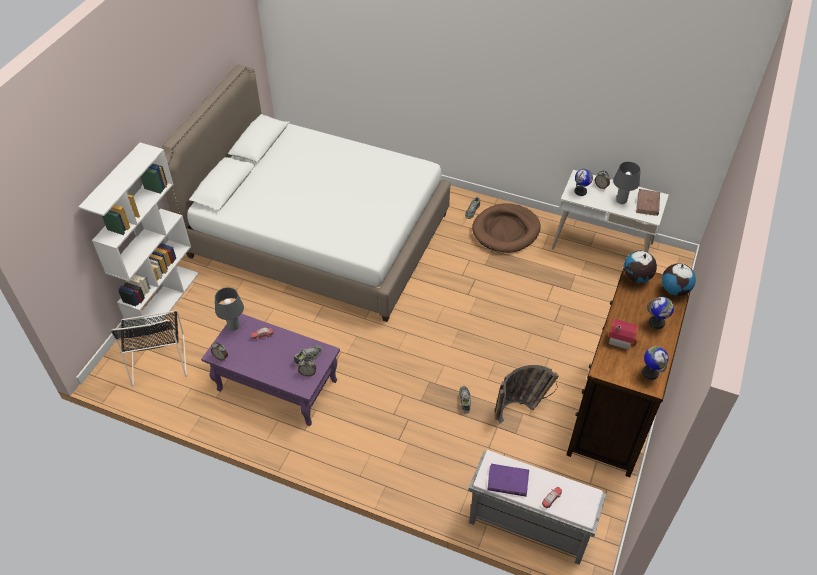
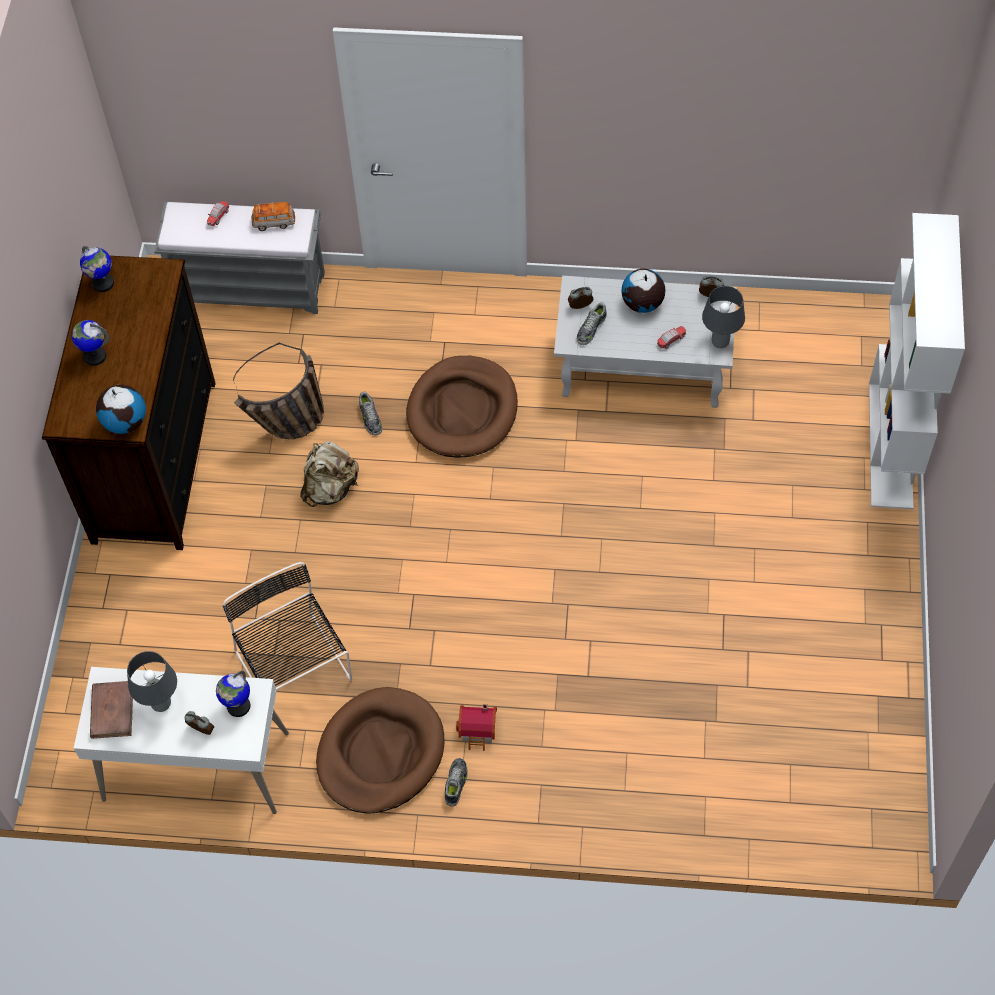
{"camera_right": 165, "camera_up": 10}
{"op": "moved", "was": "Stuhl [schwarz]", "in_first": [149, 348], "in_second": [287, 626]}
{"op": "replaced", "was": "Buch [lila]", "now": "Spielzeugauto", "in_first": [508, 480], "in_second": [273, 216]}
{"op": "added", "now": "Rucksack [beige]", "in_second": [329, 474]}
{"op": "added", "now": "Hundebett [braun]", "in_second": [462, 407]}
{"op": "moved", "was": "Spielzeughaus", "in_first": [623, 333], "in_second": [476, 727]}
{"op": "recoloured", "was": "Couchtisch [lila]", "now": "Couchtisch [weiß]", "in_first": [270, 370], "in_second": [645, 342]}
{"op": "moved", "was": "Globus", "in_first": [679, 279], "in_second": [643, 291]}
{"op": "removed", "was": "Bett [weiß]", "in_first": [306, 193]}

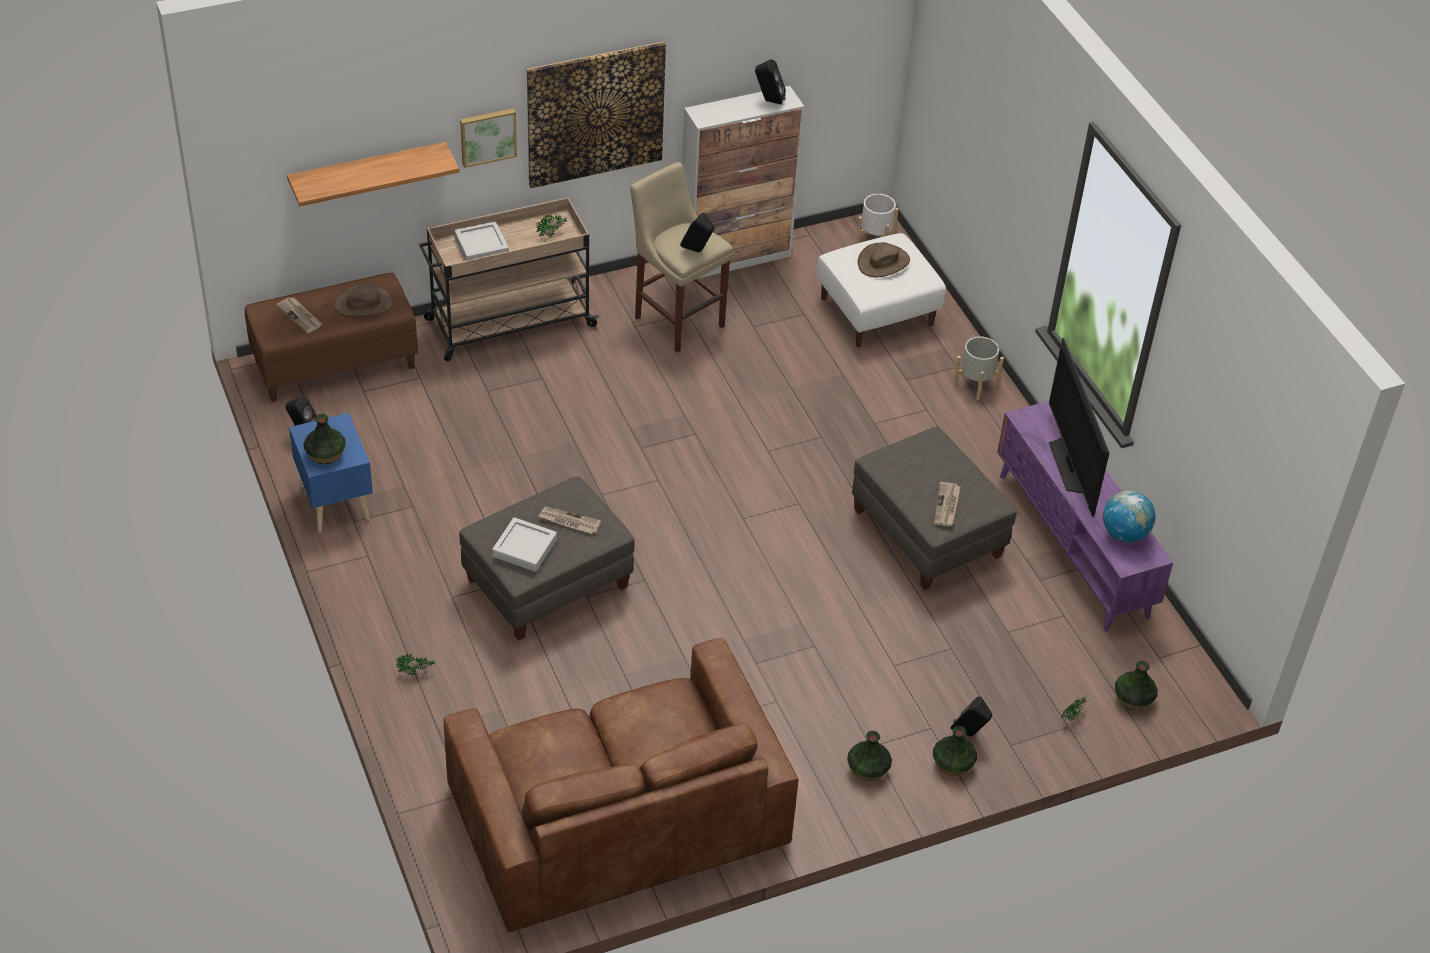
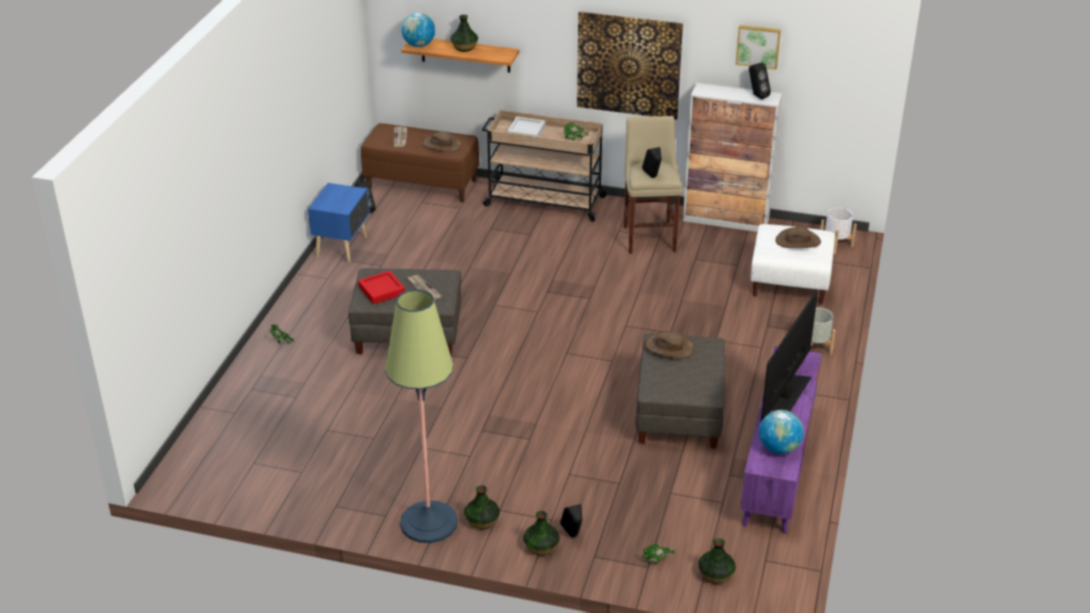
{"camera_right": 40, "camera_up": -10}
{"op": "recoloured", "was": "Tablett [grau]", "now": "Tablett [rot]", "in_first": [524, 544], "in_second": [381, 287]}
{"op": "added", "now": "Stehlampe", "in_second": [421, 416]}
{"op": "added", "now": "Globus", "in_second": [418, 30]}
{"op": "moved", "was": "Vase", "in_first": [324, 439], "in_second": [464, 33]}
{"op": "added", "now": "Hut [braun]", "in_second": [669, 344]}
{"op": "moved", "was": "Bild", "in_first": [488, 138], "in_second": [758, 47]}
{"op": "removed", "was": "Sofa [braun]", "in_first": [621, 785]}
{"op": "removed", "was": "Zeitung", "in_first": [947, 504]}

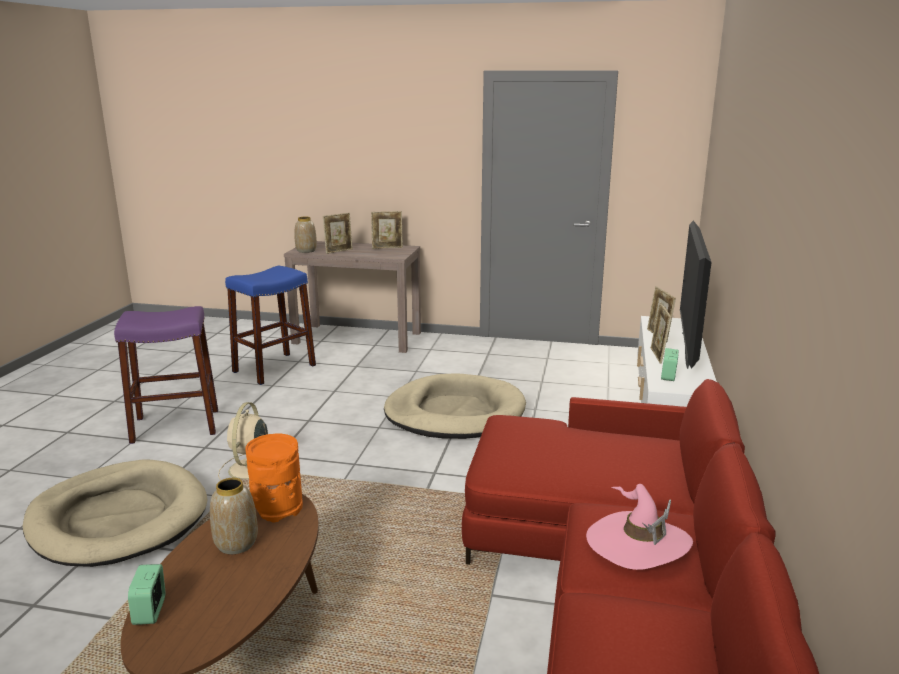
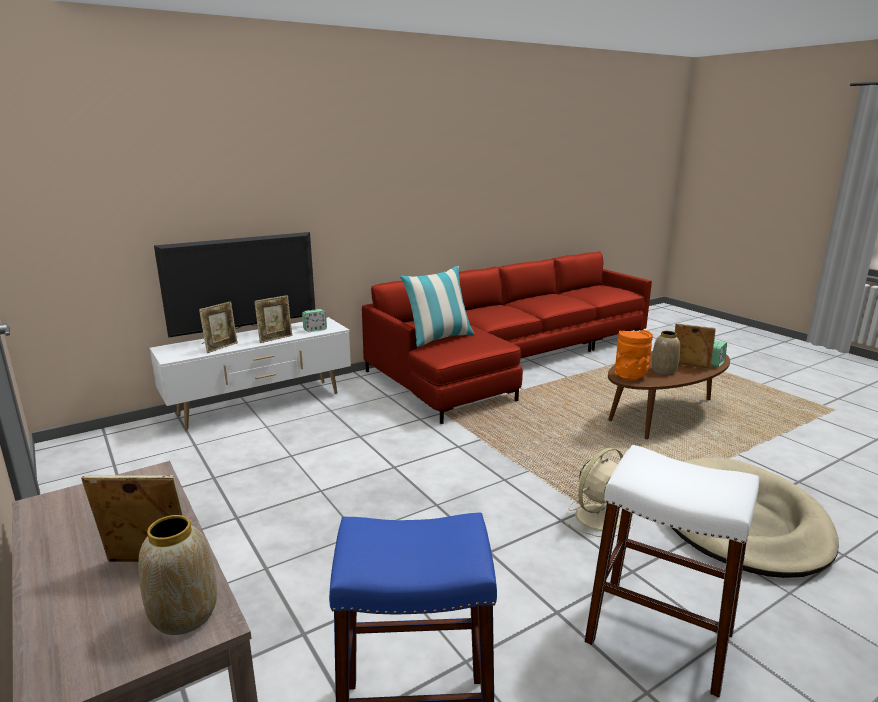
{"camera_right": -135, "camera_up": 0}
{"op": "added", "now": "Kissen", "in_second": [437, 306]}
{"op": "recoloured", "was": "Hocker [lila]", "now": "Hocker [weiß]", "in_first": [166, 375], "in_second": [671, 571]}
{"op": "moved", "was": "Bilderrahmen", "in_first": [387, 230], "in_second": [695, 346]}
{"op": "removed", "was": "Hundebett [beige]", "in_first": [455, 406]}
{"op": "removed", "was": "Hut [rosa]", "in_first": [639, 527]}

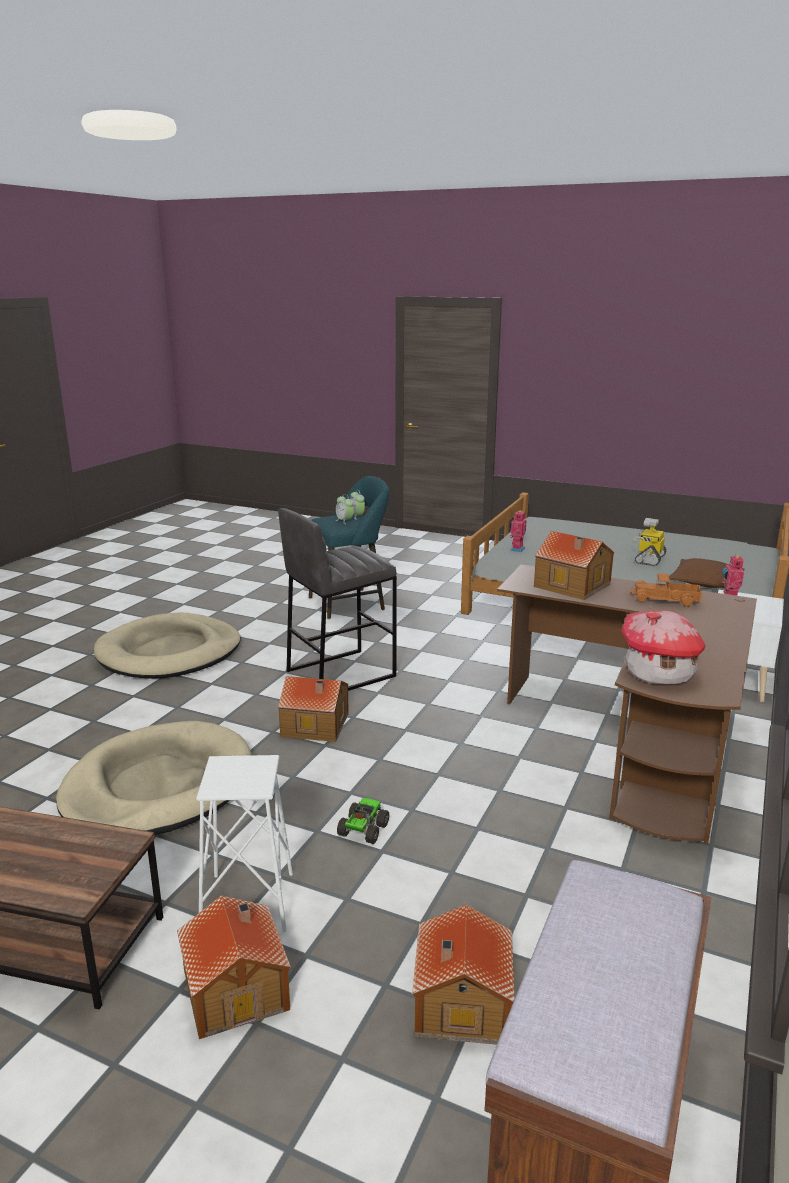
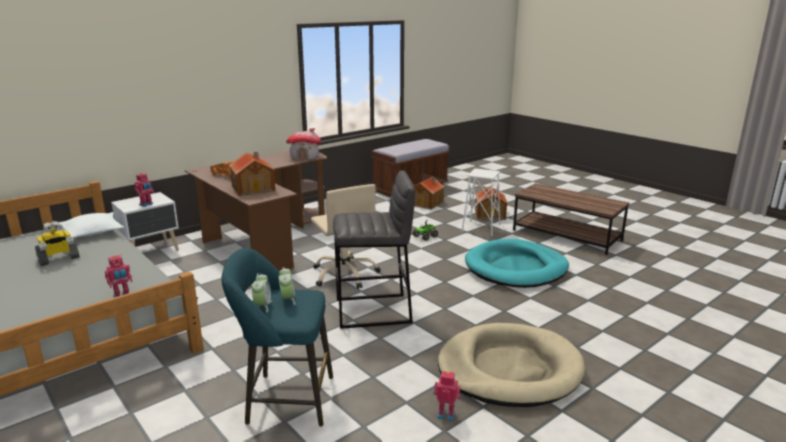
{"camera_right": -155, "camera_up": 0}
{"op": "recoloured", "was": "Kissen [braun]", "now": "Kissen [weiß]", "in_first": [707, 573], "in_second": [91, 225]}
{"op": "added", "now": "Bürostuhl [beige]", "in_second": [346, 236]}
{"op": "added", "now": "Spielzeugroboter", "in_second": [447, 396]}
{"op": "recoloured", "was": "Hundebett [beige]", "now": "Hundebett [türkis]", "in_first": [153, 778], "in_second": [517, 263]}
{"op": "removed", "was": "Spielzeughaus", "in_first": [313, 709]}

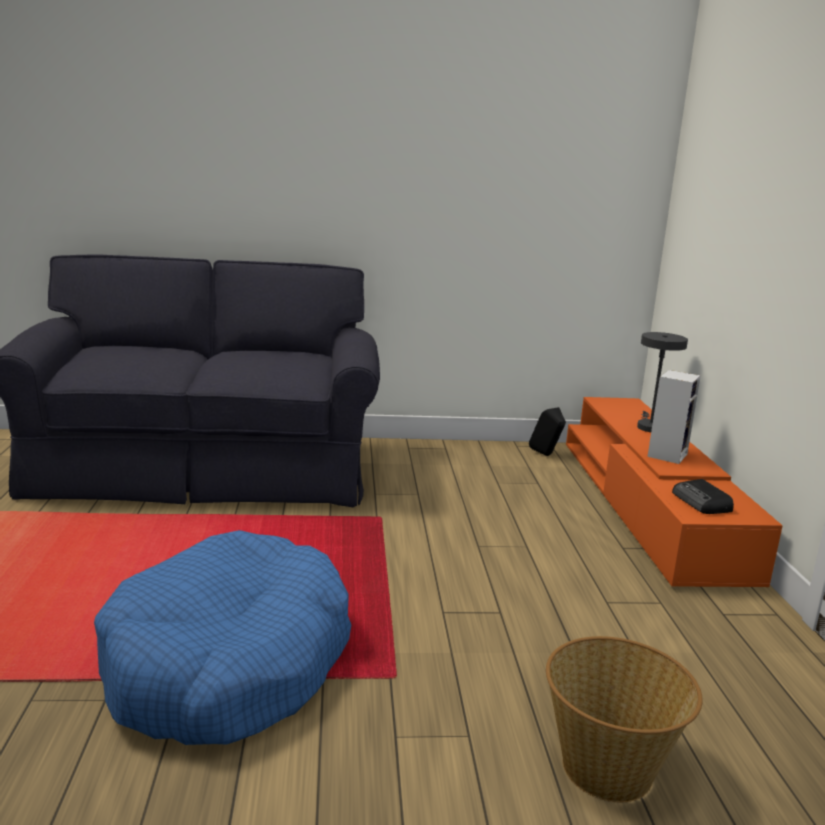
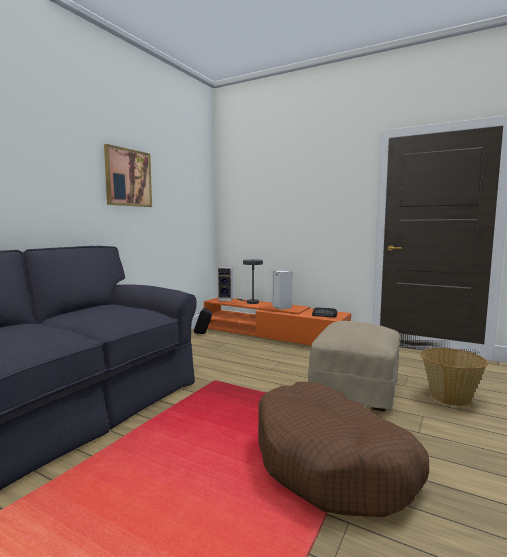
{"camera_right": -55, "camera_up": -10}
{"op": "added", "now": "Bild", "in_second": [128, 175]}
{"op": "added", "now": "Lautsprecher", "in_second": [226, 283]}
{"op": "recoloured", "was": "Hundebett [blau]", "now": "Hundebett [braun]", "in_first": [222, 637], "in_second": [343, 449]}
{"op": "added", "now": "Polsterhocker [beige]", "in_second": [354, 366]}

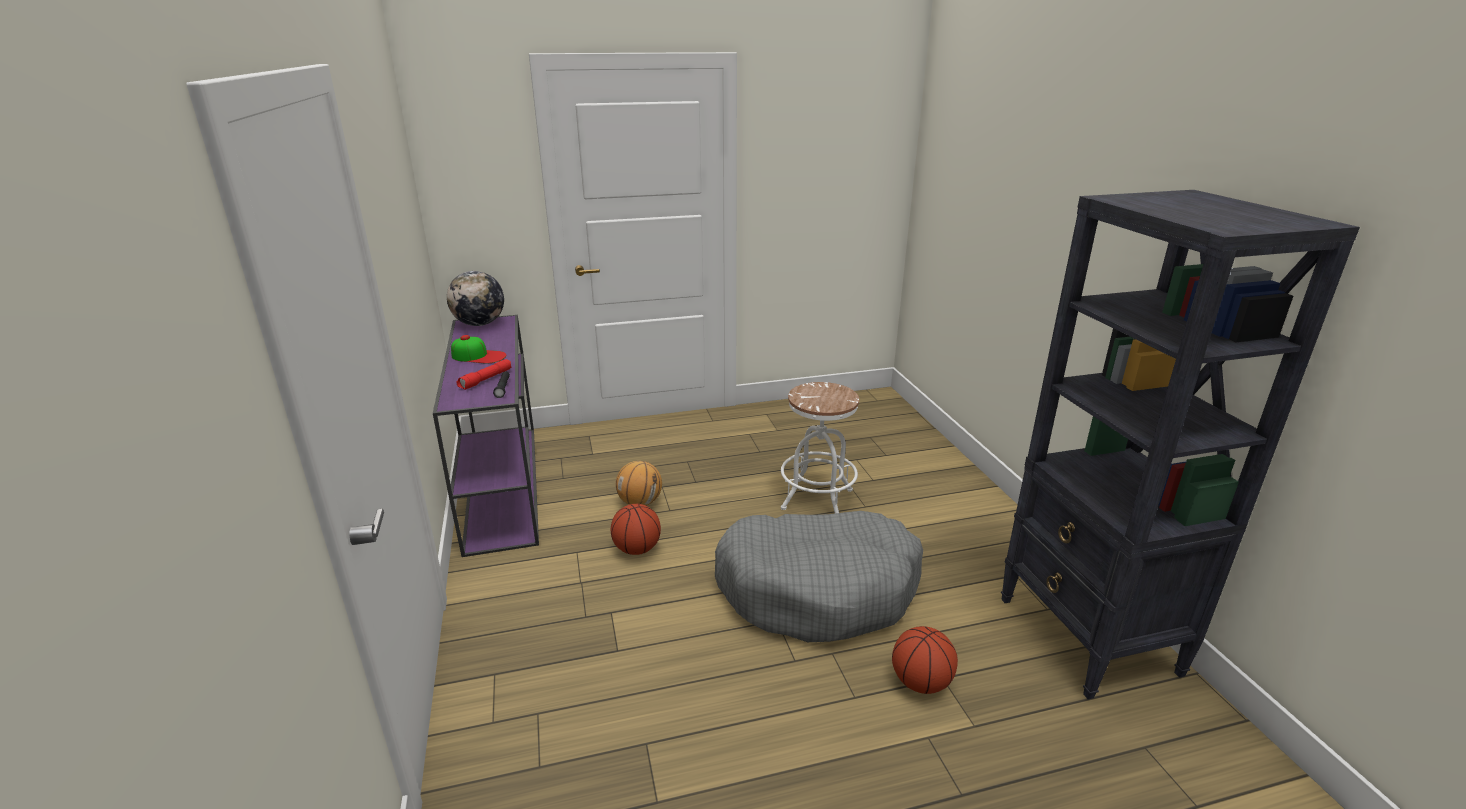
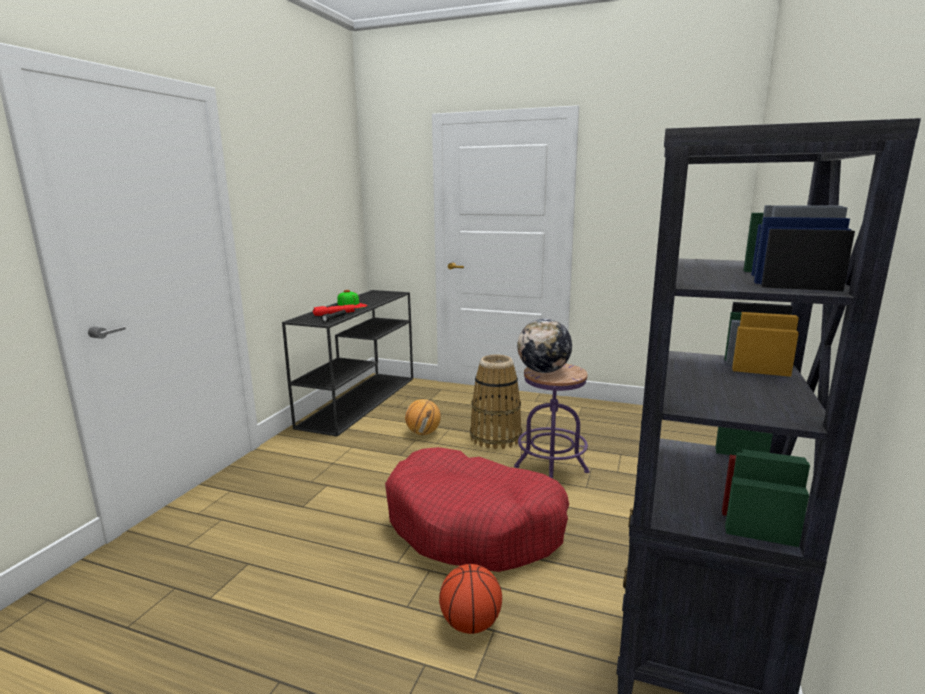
{"camera_right": 35, "camera_up": -10}
{"op": "recoloured", "was": "Konsolentisch [lila]", "now": "Konsolentisch [schwarz]", "in_first": [486, 436], "in_second": [347, 363]}
{"op": "recoloured", "was": "Hundebett [grau]", "now": "Hundebett [rot]", "in_first": [819, 576], "in_second": [477, 509]}
{"op": "added", "now": "Korb", "in_second": [496, 401]}
{"op": "recoloured", "was": "Hocker [weiß]", "now": "Hocker [lila]", "in_first": [820, 447], "in_second": [552, 421]}
{"op": "moved", "was": "Globus", "in_first": [475, 298], "in_second": [544, 345]}
{"op": "removed", "was": "Basketball", "in_first": [636, 529]}

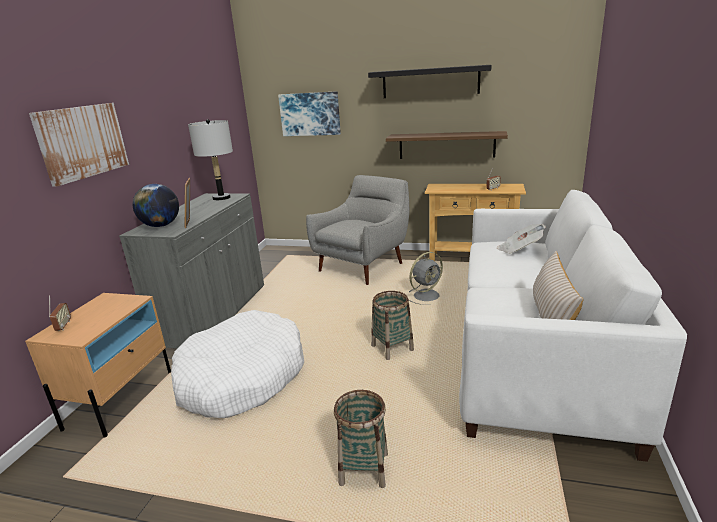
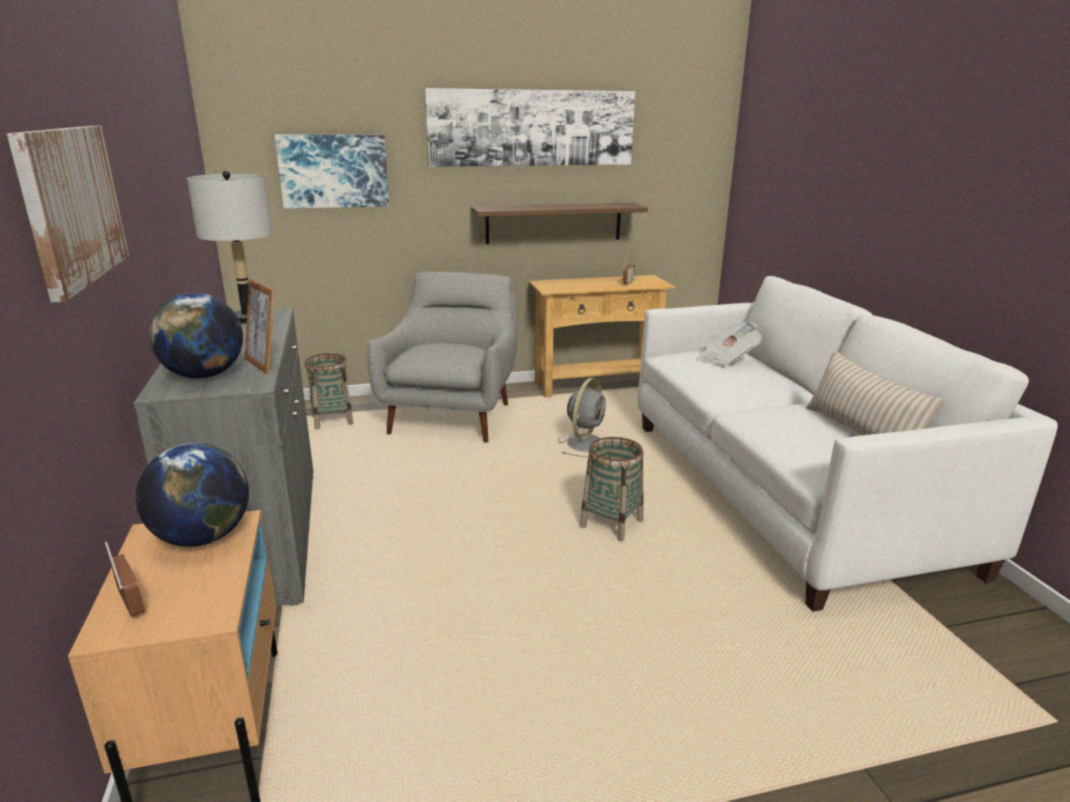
{"camera_right": -30, "camera_up": 0}
{"op": "added", "now": "Globus", "in_second": [192, 495]}
{"op": "moved", "was": "Korb", "in_first": [361, 439], "in_second": [329, 391]}
{"op": "replaced", "was": "Wandregal [schwarz]", "now": "Bild", "in_first": [430, 81], "in_second": [529, 127]}
{"op": "removed", "was": "Hundebett [weiß]", "in_first": [237, 364]}

